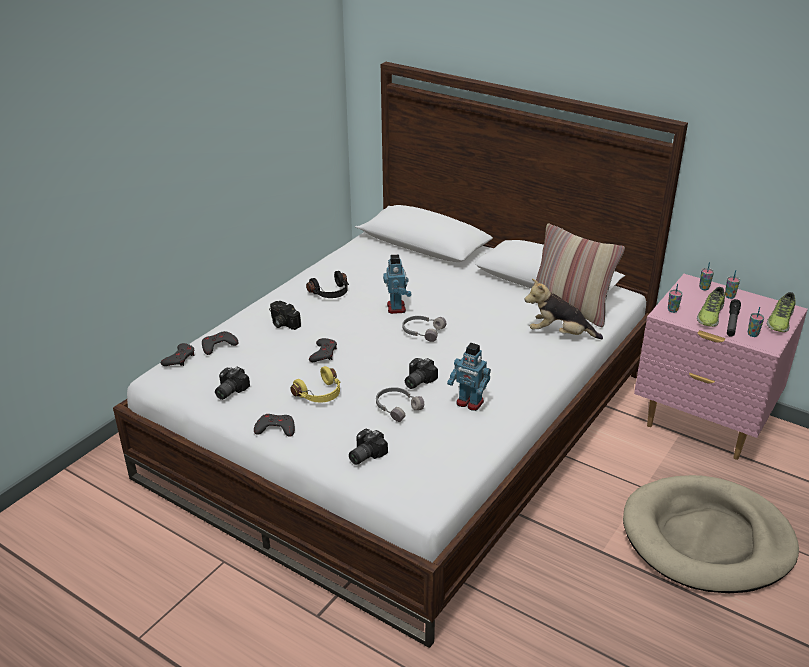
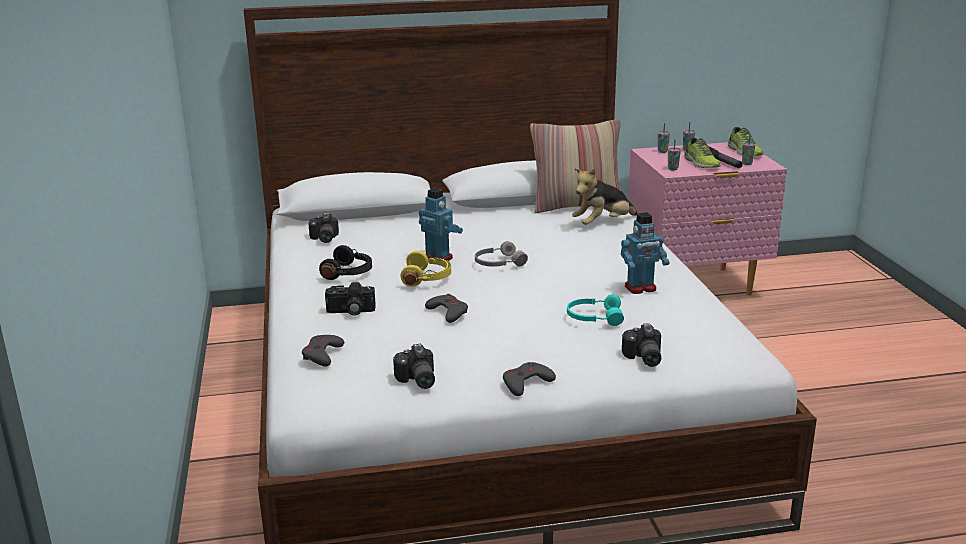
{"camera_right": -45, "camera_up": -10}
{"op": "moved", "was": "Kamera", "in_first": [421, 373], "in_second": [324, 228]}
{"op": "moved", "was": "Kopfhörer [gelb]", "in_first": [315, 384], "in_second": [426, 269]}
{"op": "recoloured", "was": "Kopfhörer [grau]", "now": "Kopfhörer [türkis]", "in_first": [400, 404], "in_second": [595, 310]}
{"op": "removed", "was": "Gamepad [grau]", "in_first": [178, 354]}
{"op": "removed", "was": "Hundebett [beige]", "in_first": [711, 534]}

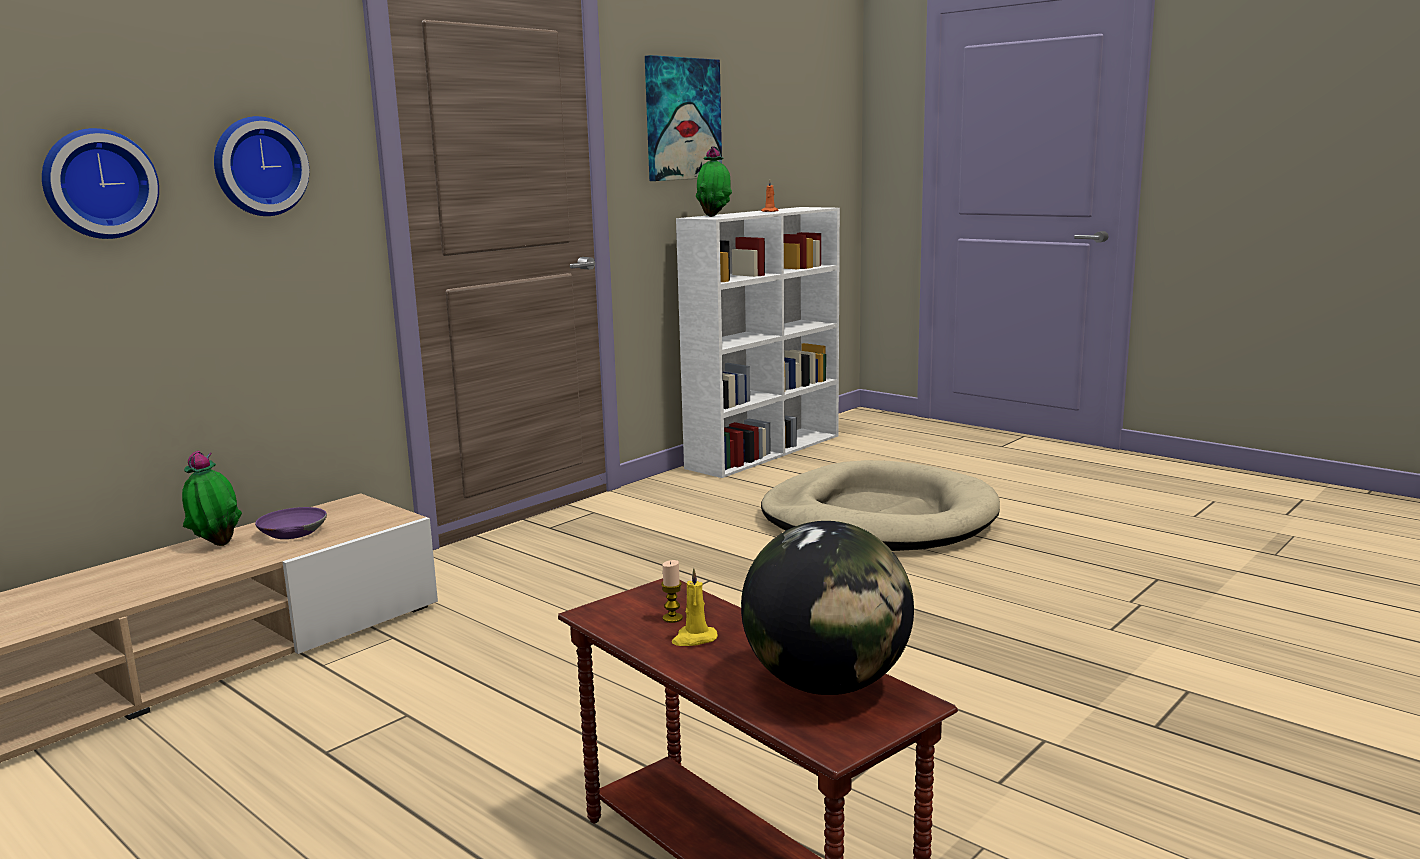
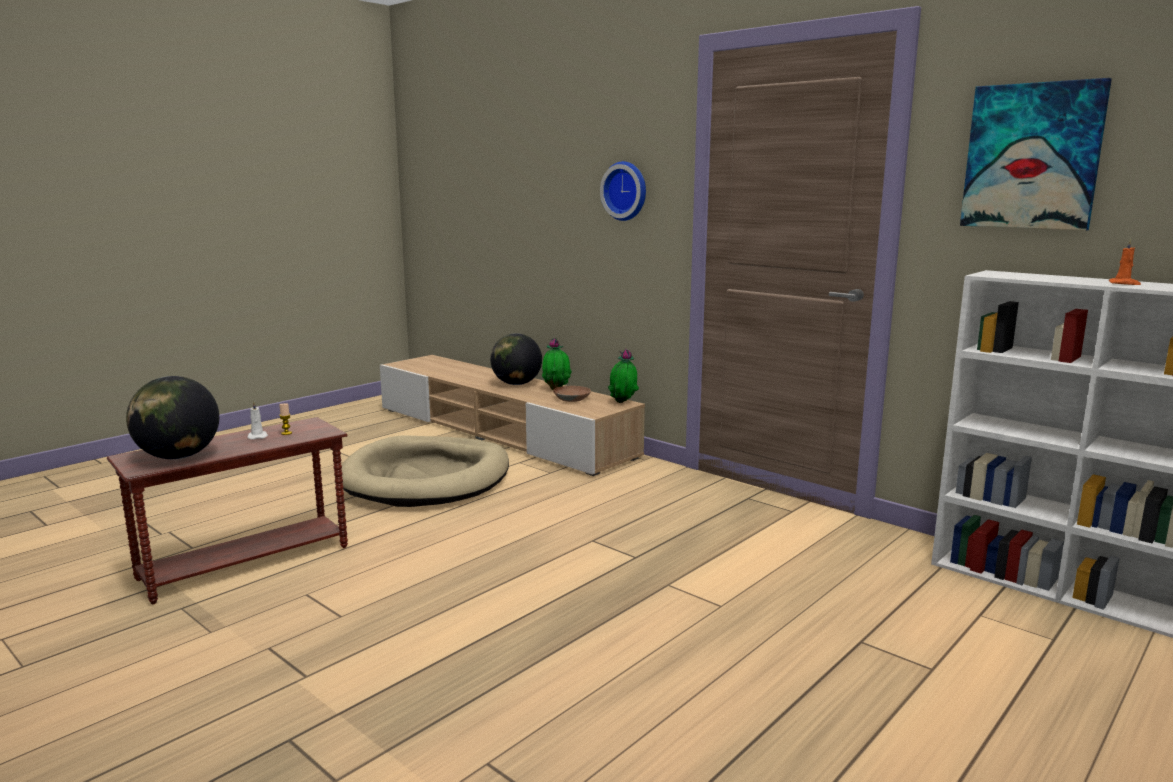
{"camera_right": 90, "camera_up": 0}
{"op": "recoloured", "was": "Kerze [gelb]", "now": "Kerze [weiß]", "in_first": [695, 607], "in_second": [257, 421]}
{"op": "moved", "was": "Hundebett [beige]", "in_first": [880, 505], "in_second": [425, 471]}
{"op": "added", "now": "Globus", "in_second": [516, 359]}
{"op": "recoloured", "was": "Schüssel [lila]", "now": "Schüssel [braun]", "in_first": [291, 523], "in_second": [572, 394]}
{"op": "moved", "was": "Topfpflanze", "in_first": [714, 181], "in_second": [623, 376]}
{"op": "removed", "was": "Wanduhr", "in_first": [100, 183]}

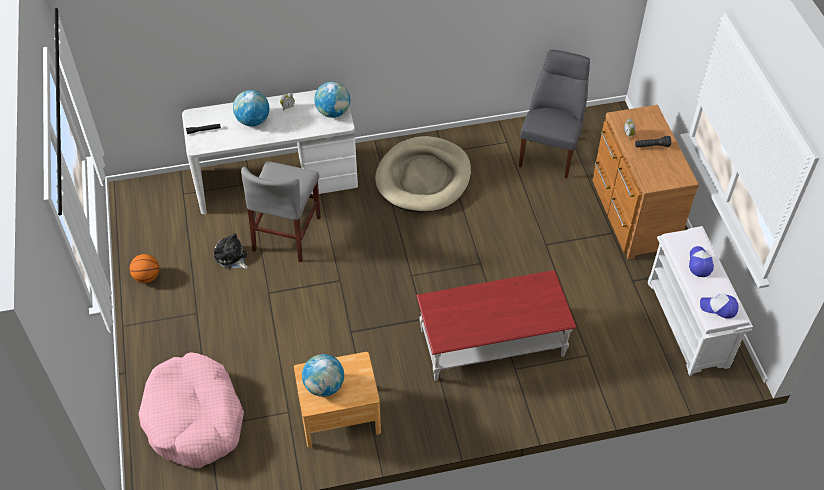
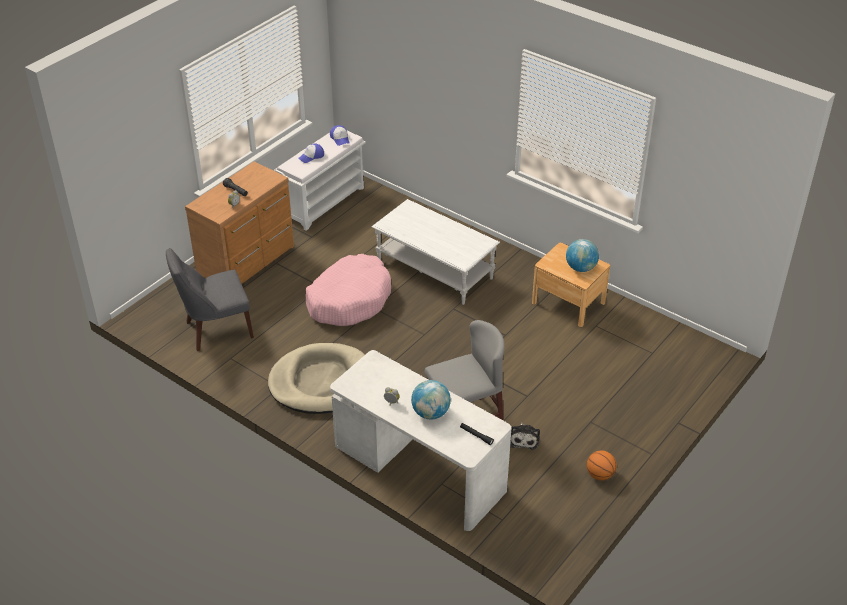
{"camera_right": -130, "camera_up": -10}
{"op": "moved", "was": "Hundebett [rosa]", "in_first": [191, 410], "in_second": [348, 290]}
{"op": "recoloured", "was": "Couchtisch [rot]", "now": "Couchtisch [weiß]", "in_first": [496, 325], "in_second": [436, 252]}
{"op": "removed", "was": "Globus", "in_first": [332, 100]}

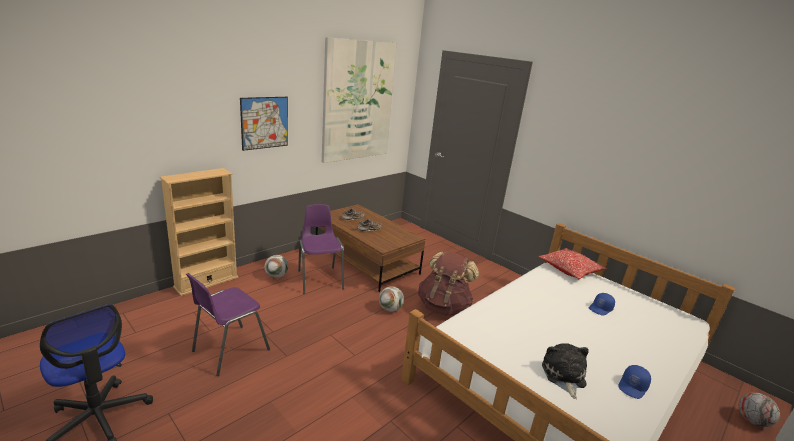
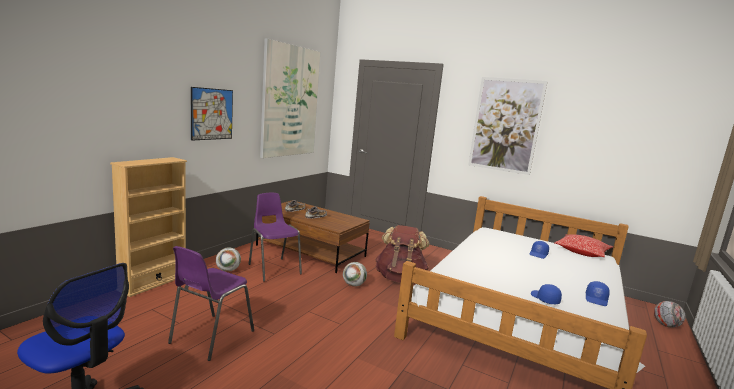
{"camera_right": -15, "camera_up": -10}
{"op": "added", "now": "Bild", "in_second": [508, 126]}
{"op": "replaced", "was": "Plüschtier", "now": "Kappe [blau]", "in_first": [565, 371], "in_second": [546, 294]}
{"op": "moved", "was": "Kissen", "in_first": [572, 263], "in_second": [583, 245]}

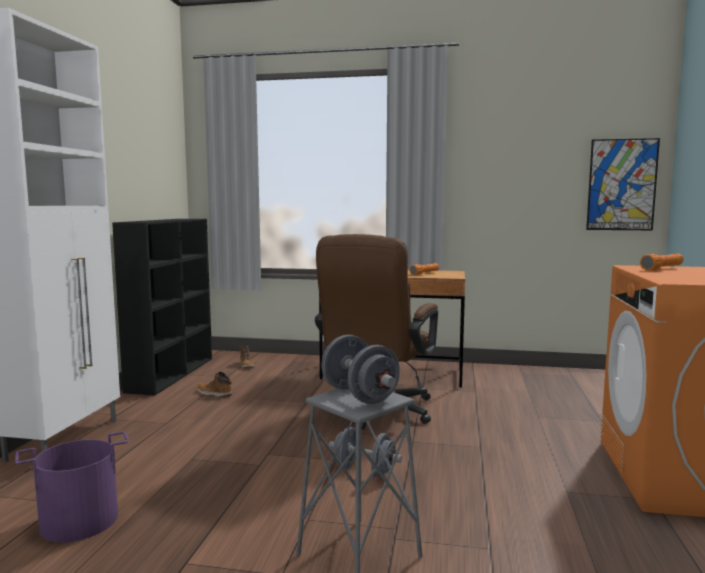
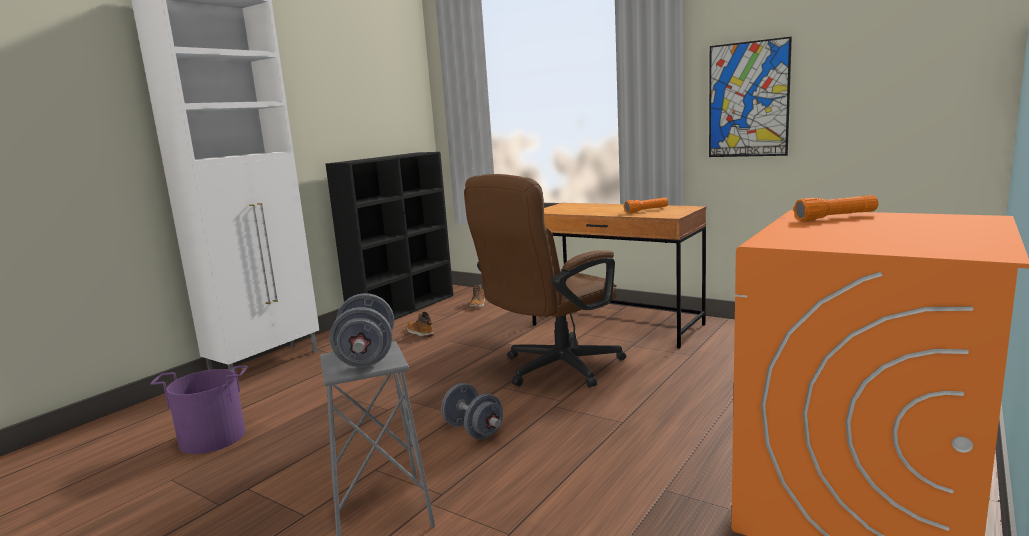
{"camera_right": 25, "camera_up": 5}
{"op": "moved", "was": "Bild", "in_first": [623, 184], "in_second": [750, 97]}

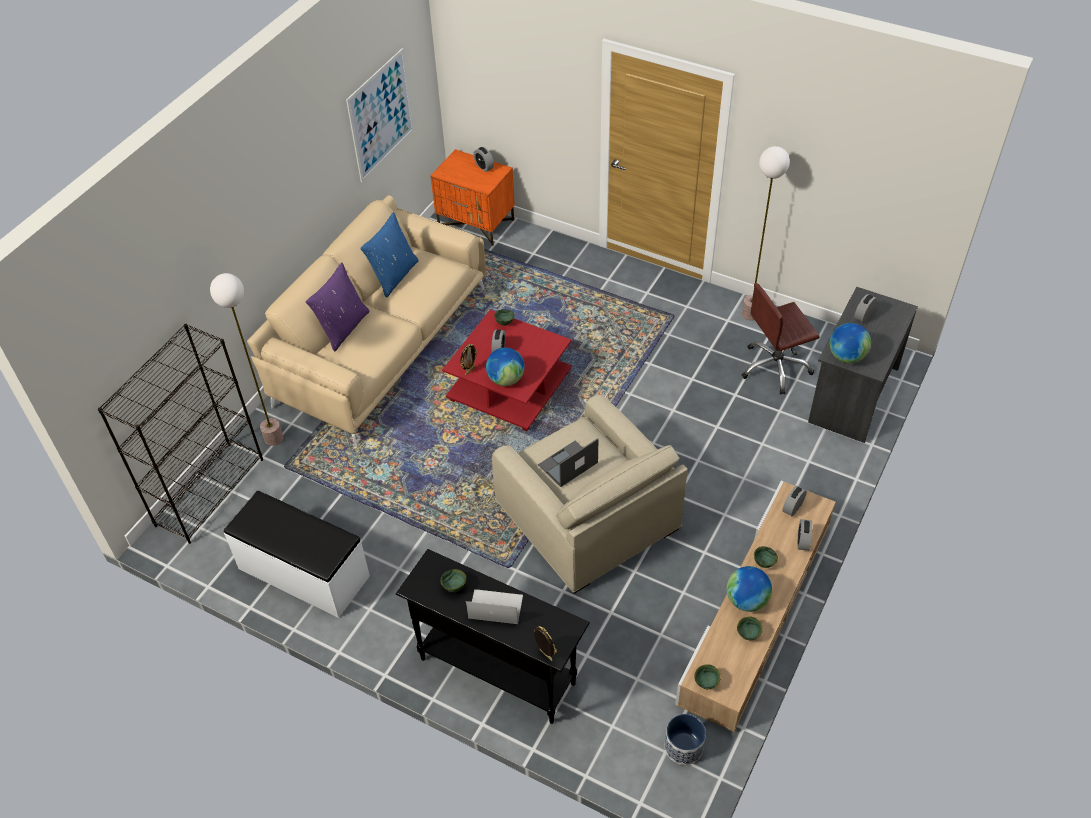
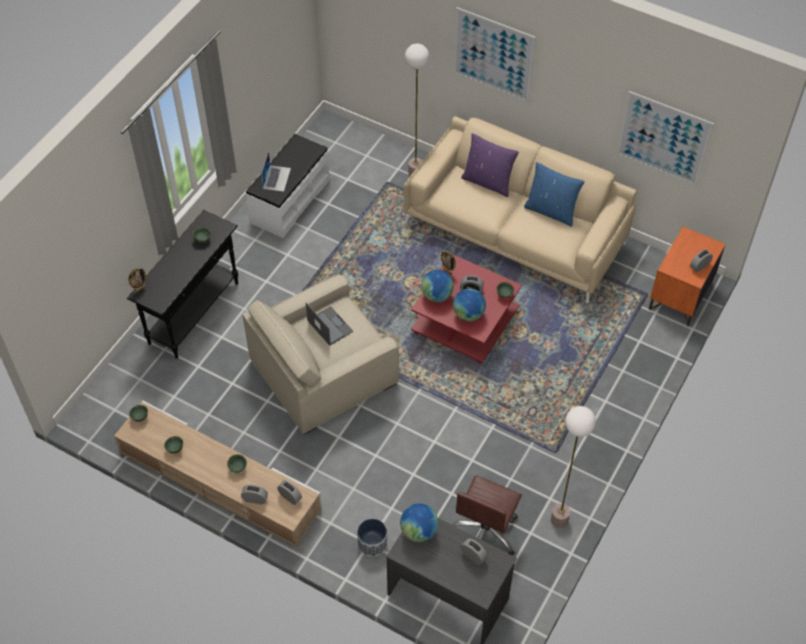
{"camera_right": 90, "camera_up": 5}
{"op": "moved", "was": "Laptop", "in_first": [494, 606], "in_second": [276, 172]}
{"op": "moved", "was": "Pflanzkübel", "in_first": [685, 739], "in_second": [372, 537]}
{"op": "turned", "was": "Bürostuhl [braun]", "in_first": [781, 339], "in_second": [486, 515], "clockwise": -135}
{"op": "added", "now": "Bild", "in_second": [494, 55]}
{"op": "moved", "was": "Globus", "in_first": [749, 589], "in_second": [469, 304]}
{"op": "removed", "was": "Bücherregal [schwarz]", "in_first": [180, 434]}

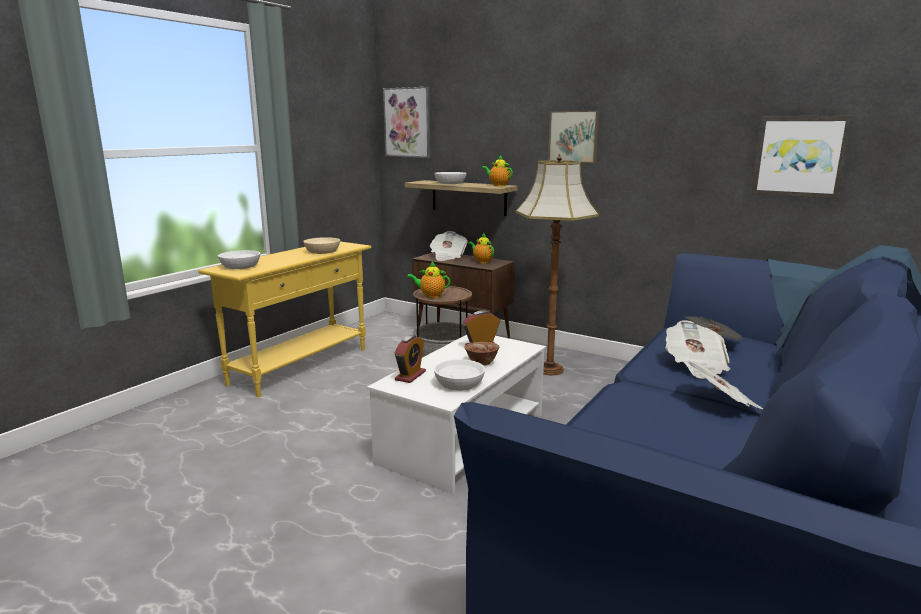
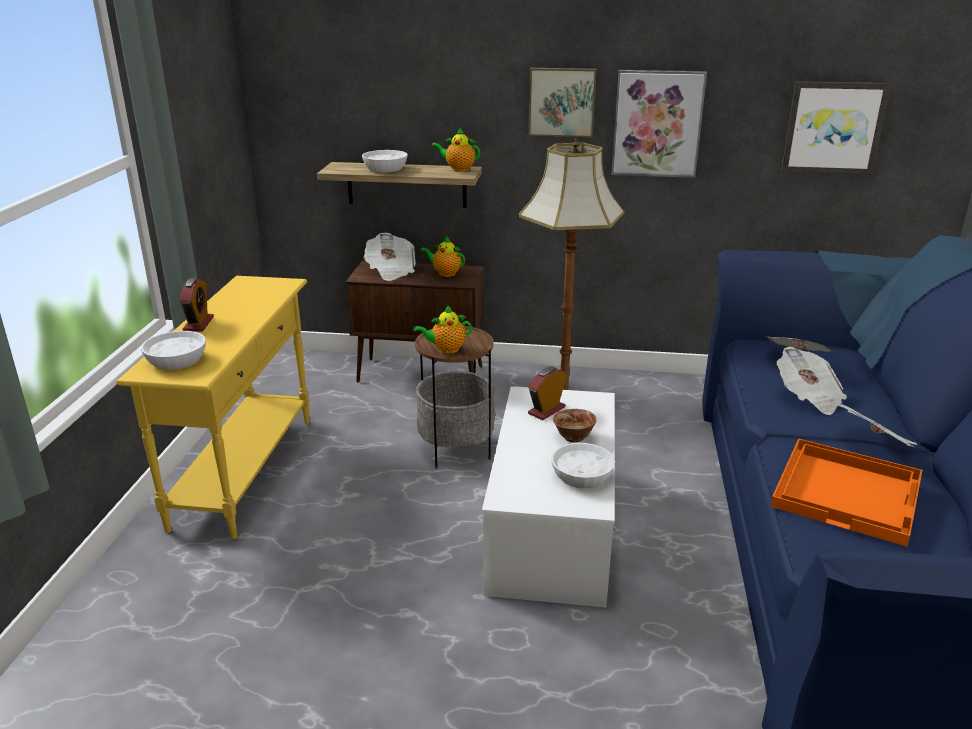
{"camera_right": -25, "camera_up": 10}
{"op": "moved", "was": "Wecker", "in_first": [410, 359], "in_second": [197, 304]}
{"op": "moved", "was": "Bild", "in_first": [407, 122], "in_second": [659, 124]}
{"op": "added", "now": "Tablett [orange]", "in_second": [846, 492]}
{"op": "removed", "was": "Schüssel [beige]", "in_first": [322, 245]}

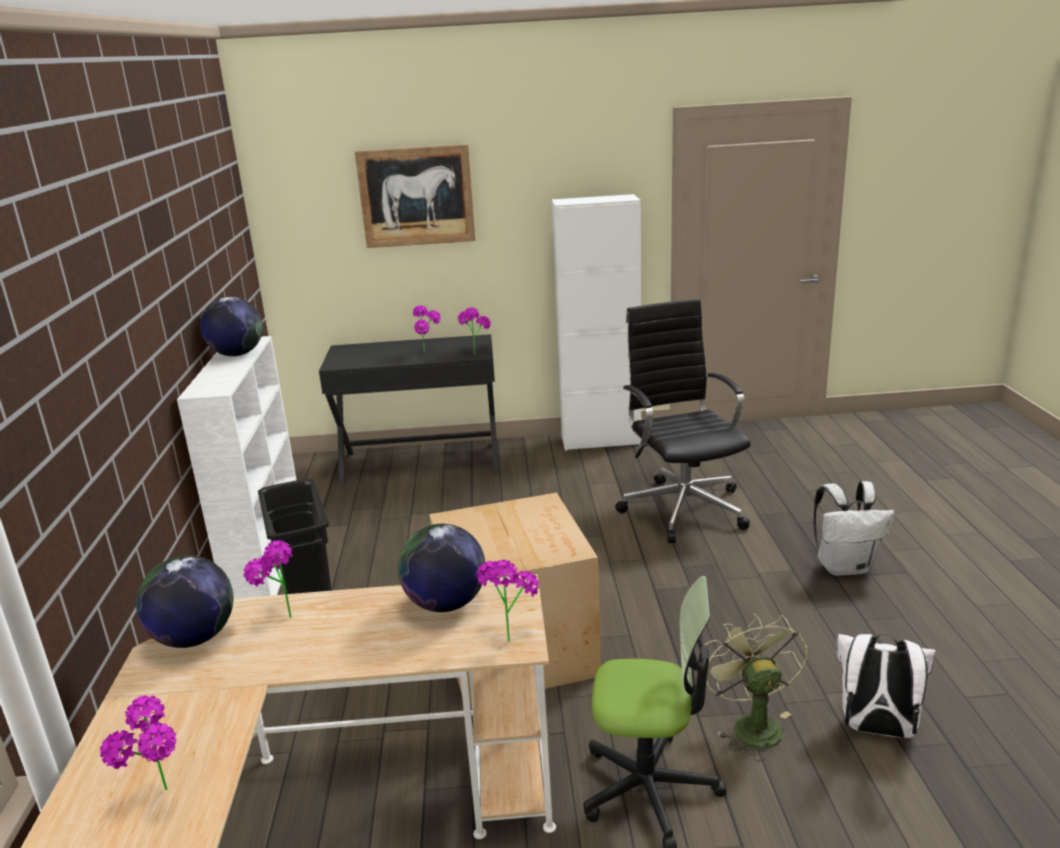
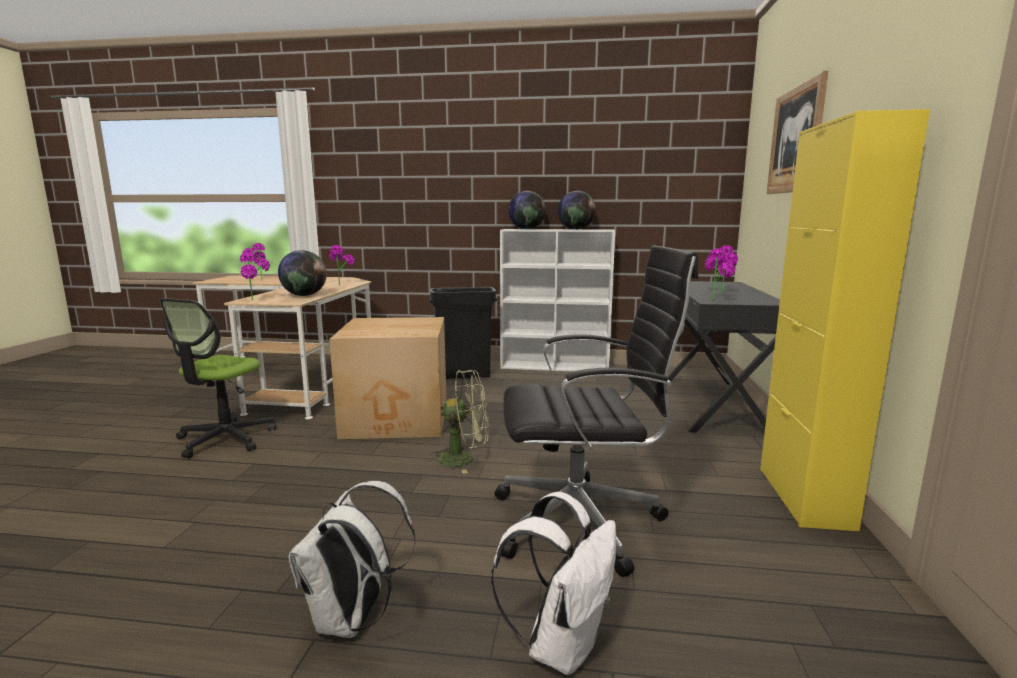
{"camera_right": 100, "camera_up": -10}
{"op": "moved", "was": "Ventilator [grün]", "in_first": [756, 687], "in_second": [459, 422]}
{"op": "moved", "was": "Rucksack [weiß]", "in_first": [885, 686], "in_second": [553, 583]}
{"op": "moved", "was": "Globus", "in_first": [184, 601], "in_second": [527, 210]}
{"op": "recoloured", "was": "Schrank [weiß]", "now": "Schrank [gelb]", "in_first": [596, 322], "in_second": [845, 320]}

